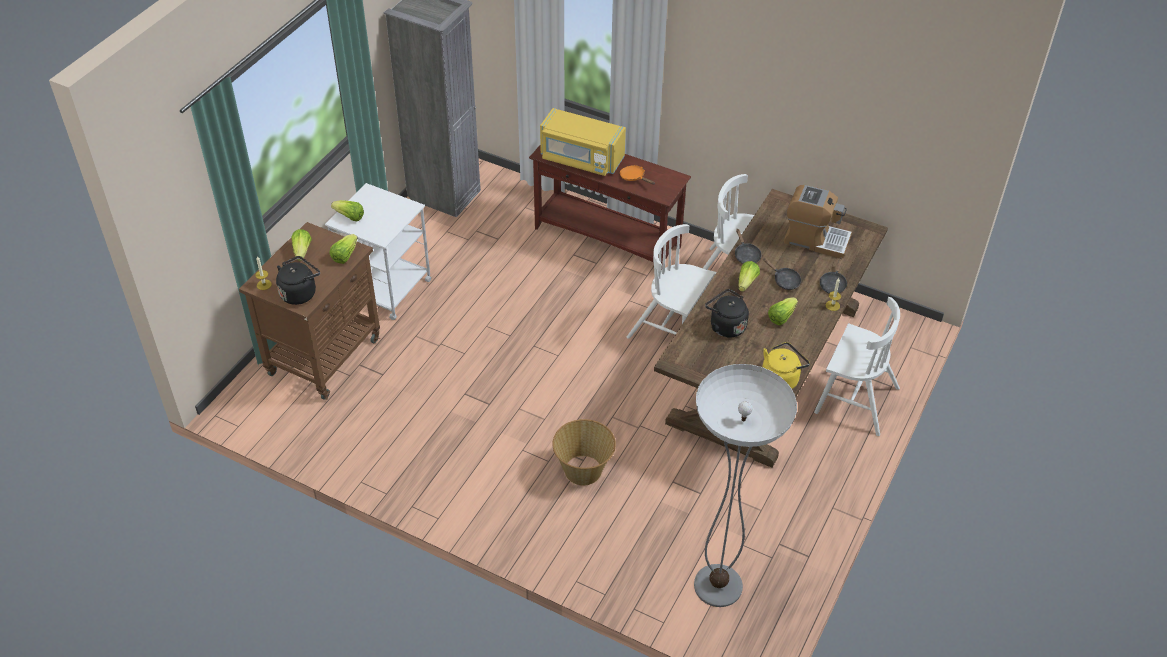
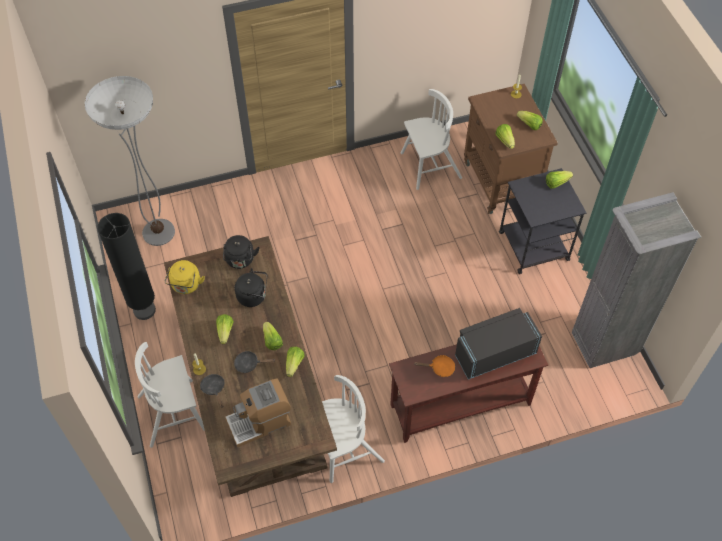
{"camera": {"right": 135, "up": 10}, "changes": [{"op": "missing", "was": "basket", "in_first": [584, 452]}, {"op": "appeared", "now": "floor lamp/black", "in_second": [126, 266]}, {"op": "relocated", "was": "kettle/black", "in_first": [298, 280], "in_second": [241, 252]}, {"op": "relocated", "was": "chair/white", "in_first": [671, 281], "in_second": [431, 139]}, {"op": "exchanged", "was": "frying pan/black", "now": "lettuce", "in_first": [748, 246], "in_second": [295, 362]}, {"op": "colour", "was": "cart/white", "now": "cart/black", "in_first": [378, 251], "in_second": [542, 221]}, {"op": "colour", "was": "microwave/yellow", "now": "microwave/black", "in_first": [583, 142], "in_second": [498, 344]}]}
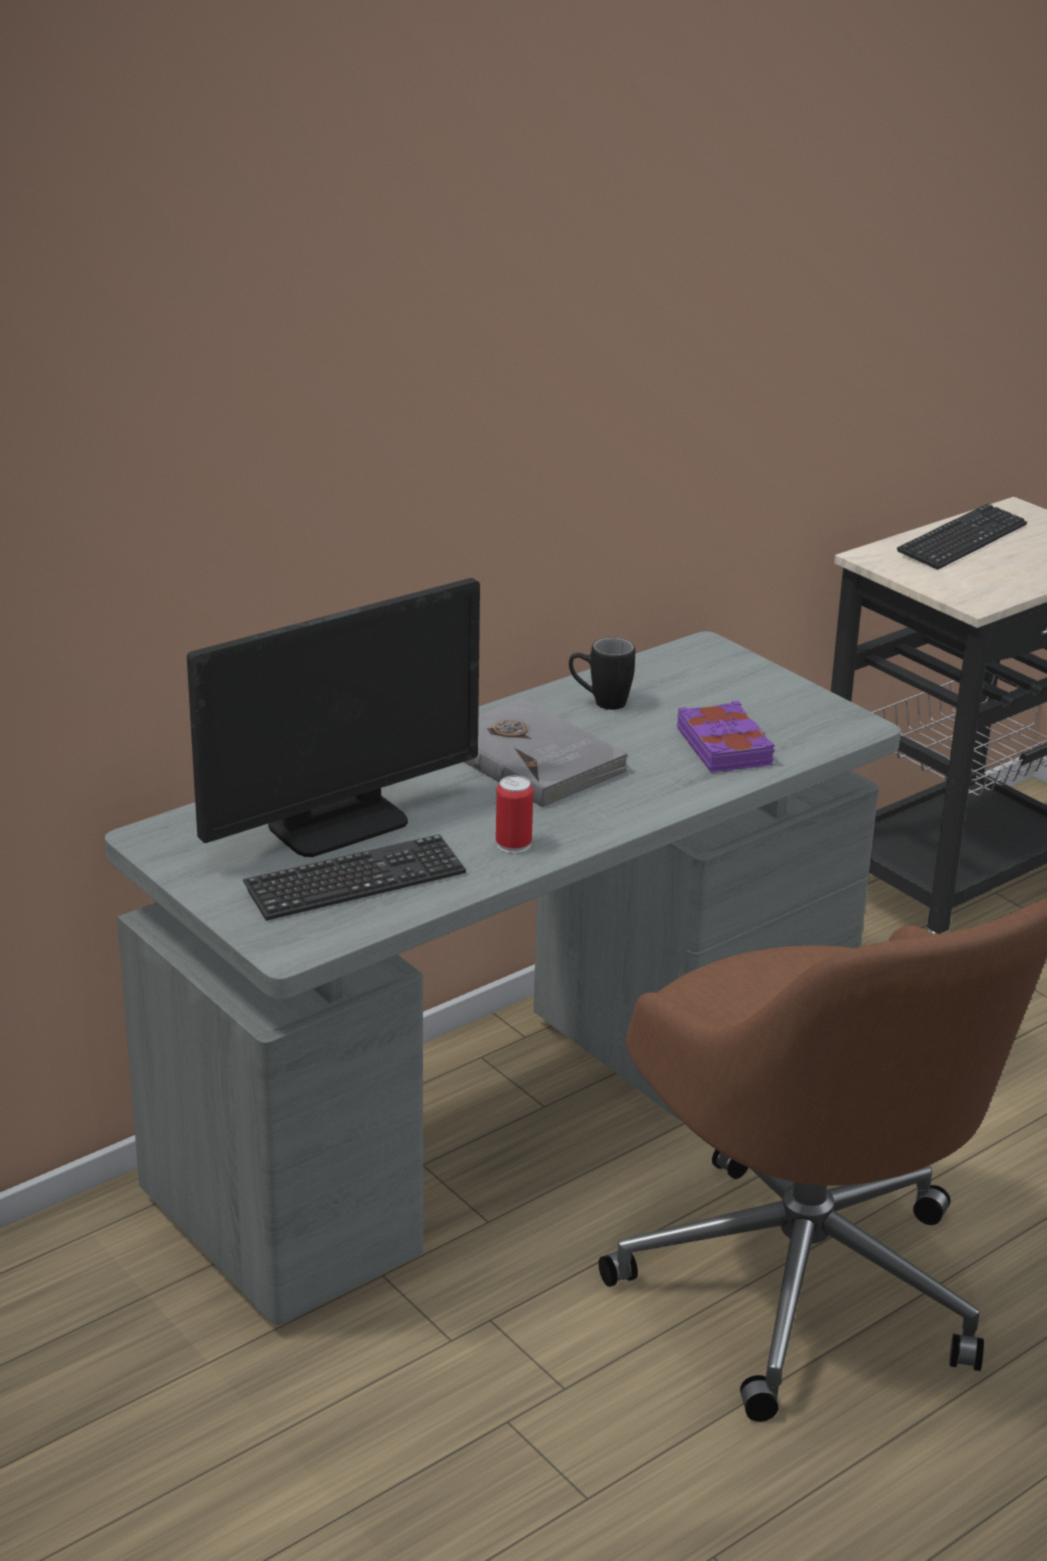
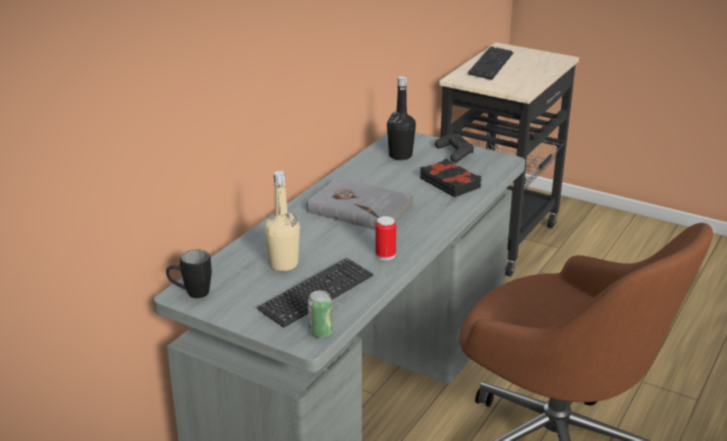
{"camera": {"right": -20, "up": 0}, "changes": [{"op": "appeared", "now": "can", "in_second": [320, 314]}, {"op": "appeared", "now": "bottle/black", "in_second": [401, 118]}, {"op": "appeared", "now": "game controller/black", "in_second": [454, 148]}, {"op": "relocated", "was": "mug/black", "in_first": [602, 674], "in_second": [189, 273]}, {"op": "exchanged", "was": "monitor", "now": "bottle/beige", "in_first": [333, 717], "in_second": [282, 221]}, {"op": "colour", "was": "book/purple", "now": "book/black", "in_first": [726, 737], "in_second": [450, 177]}]}
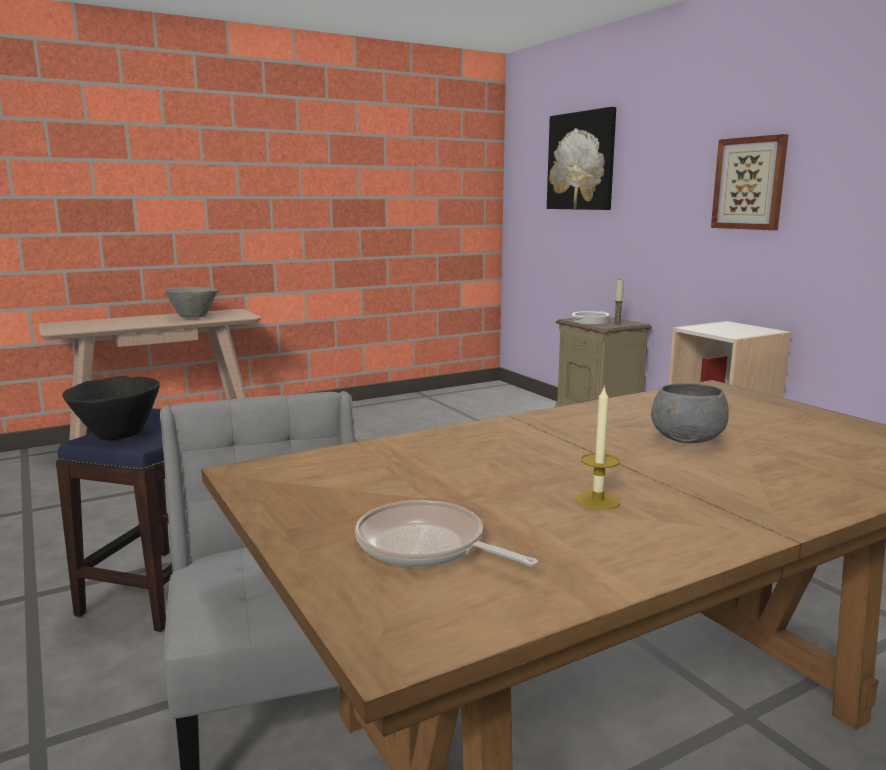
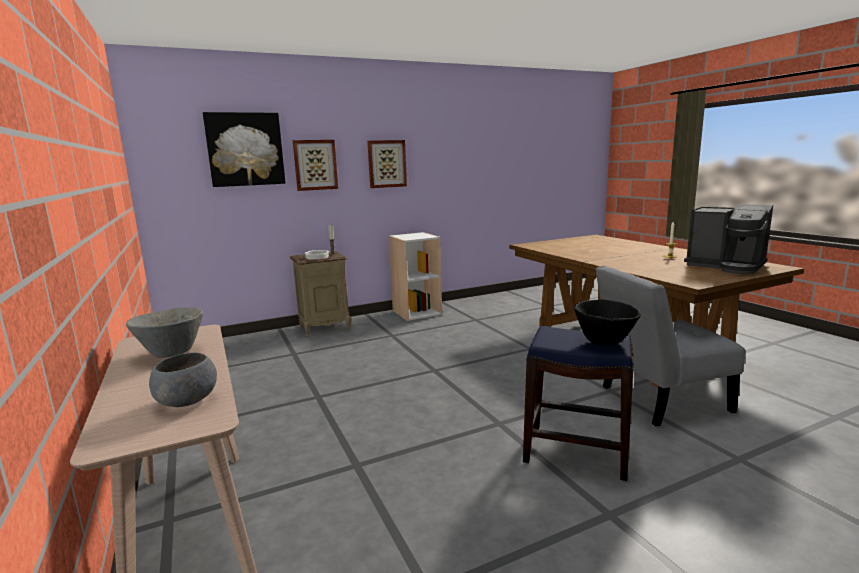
{"camera": {"right": -85, "up": 0}, "changes": [{"op": "appeared", "now": "picture", "in_second": [315, 165]}, {"op": "relocated", "was": "bowl/grey", "in_first": [690, 413], "in_second": [183, 379]}, {"op": "exchanged", "was": "frying pan", "now": "coffee machine", "in_first": [446, 533], "in_second": [728, 239]}]}
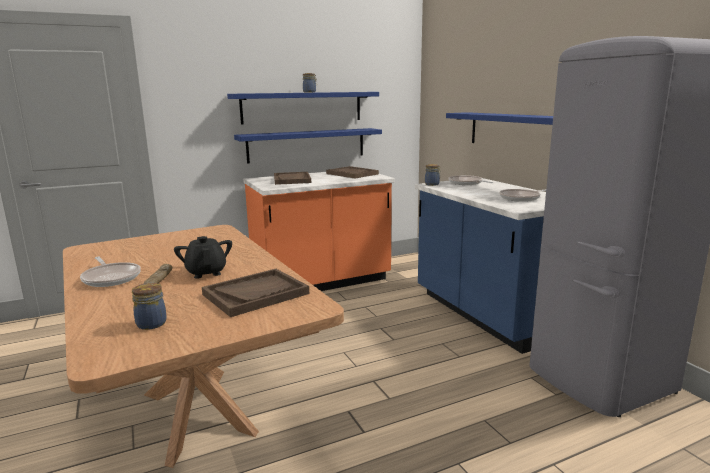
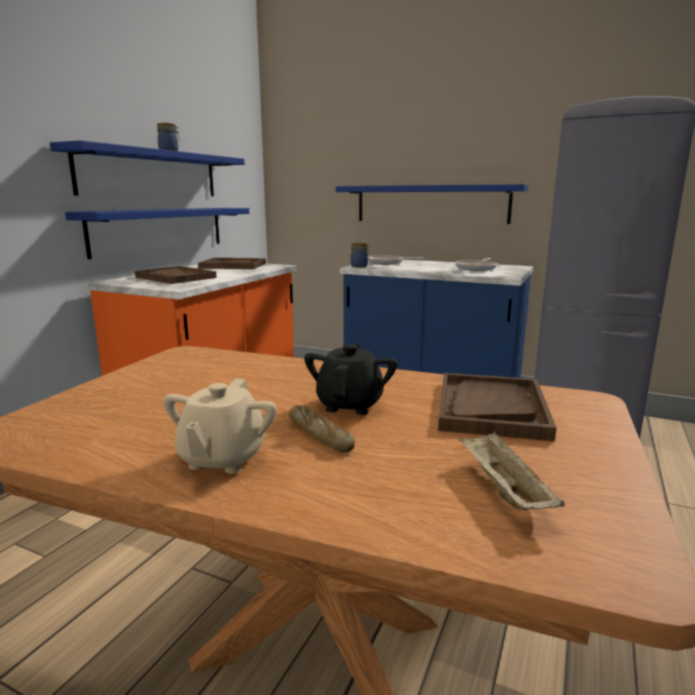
{"camera": {"right": -40, "up": 0}, "changes": [{"op": "exchanged", "was": "frying pan", "now": "teapot/beige", "in_first": [110, 272], "in_second": [220, 426]}, {"op": "exchanged", "was": "jar", "now": "tray/beige", "in_first": [149, 306], "in_second": [512, 471]}, {"op": "spun", "was": "teapot/black", "in_first": [203, 257], "in_second": [351, 379], "clockwise": 75}]}
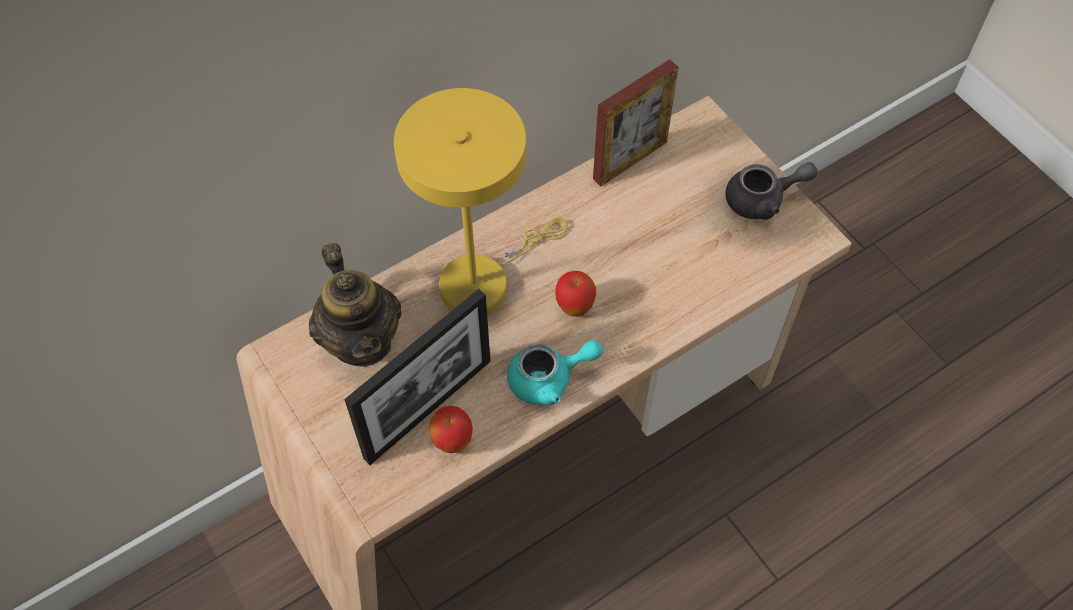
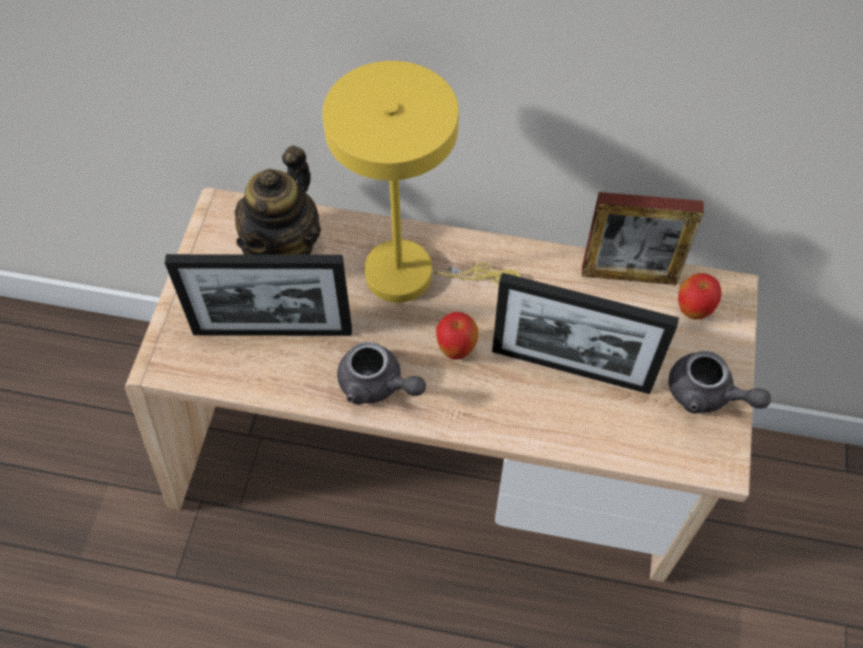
{"camera": {"right": 45, "up": 0}, "changes": [{"op": "appeared", "now": "picture frame", "in_second": [585, 333]}, {"op": "relocated", "was": "apple", "in_first": [450, 429], "in_second": [700, 296]}, {"op": "colour", "was": "teapot/turquoise", "now": "teapot/grey", "in_first": [555, 372], "in_second": [381, 373]}]}
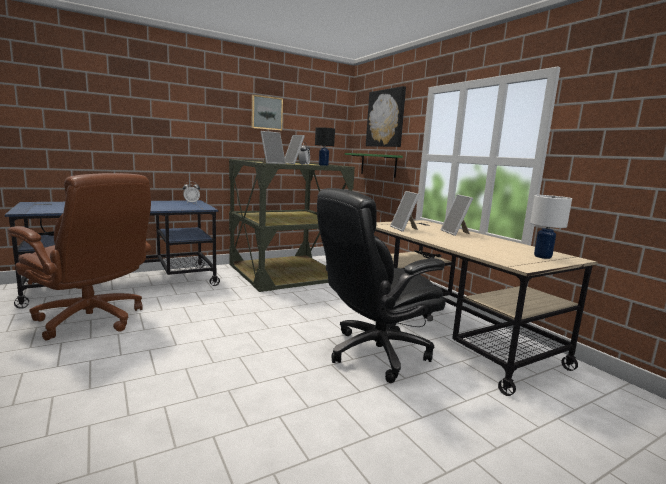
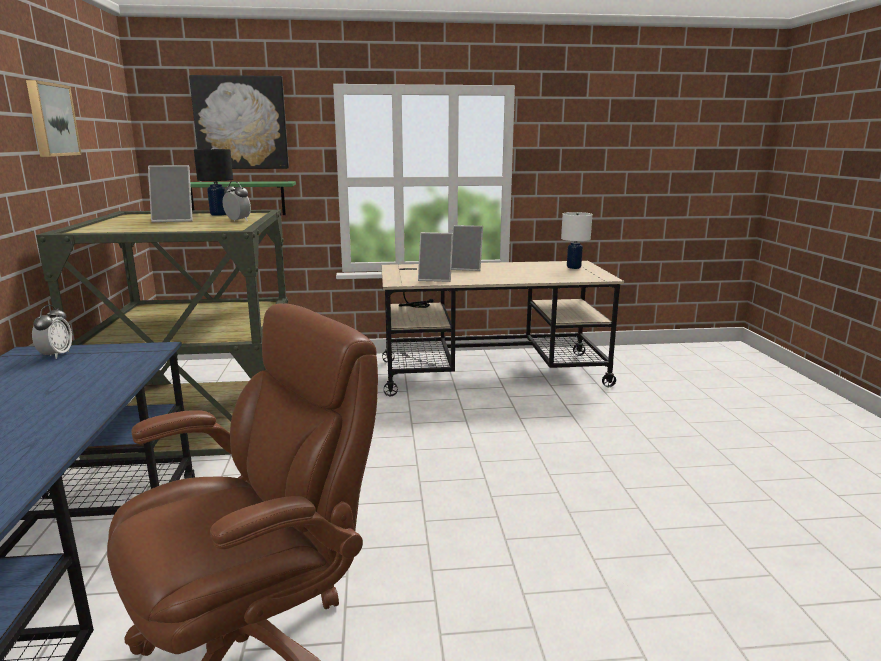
{"camera": {"right": -65, "up": 5}, "changes": [{"op": "missing", "was": "picture frame", "in_first": [273, 147]}, {"op": "missing", "was": "office chair/black", "in_first": [381, 285]}]}
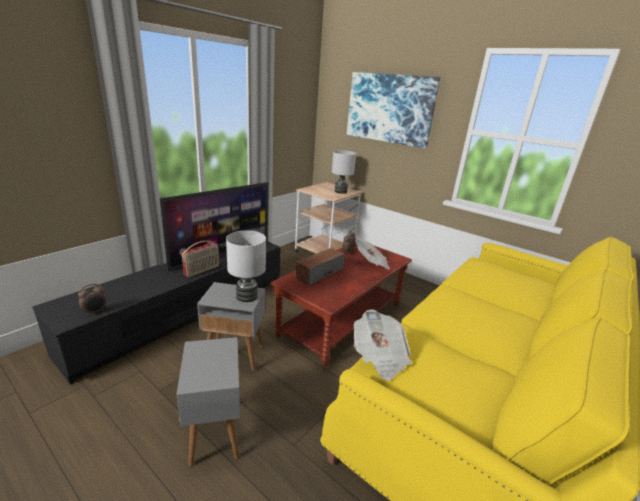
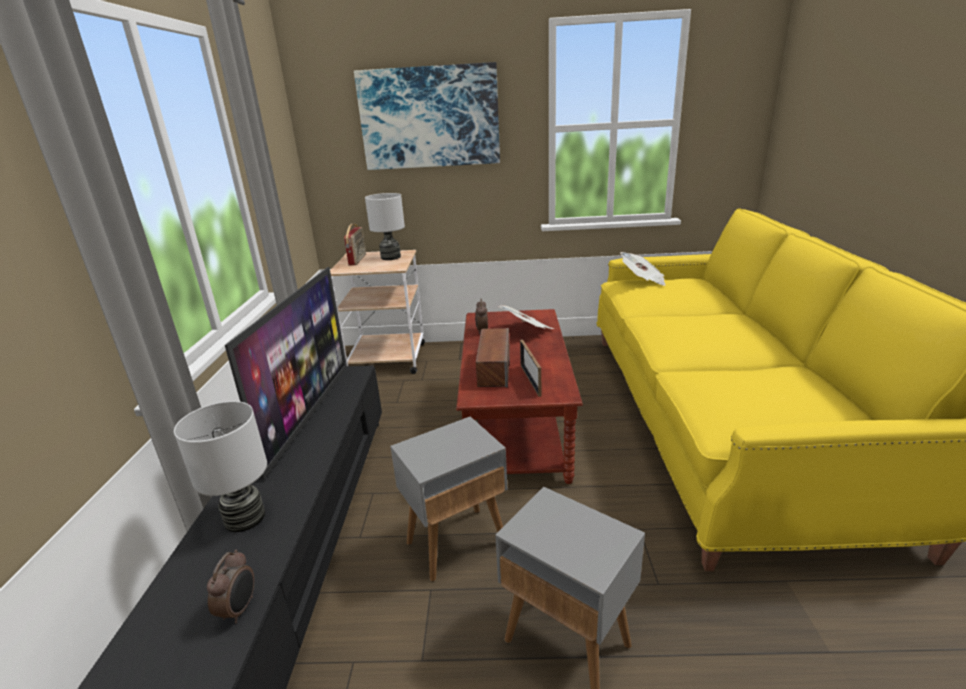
{"camera": {"right": -35, "up": 0}, "changes": [{"op": "appeared", "now": "picture frame", "in_second": [530, 368]}, {"op": "relocated", "was": "radio", "in_first": [200, 259], "in_second": [355, 245]}, {"op": "relocated", "was": "table lamp/grey", "in_first": [246, 266], "in_second": [220, 466]}, {"op": "relocated", "was": "newspaper", "in_first": [382, 345], "in_second": [642, 269]}]}
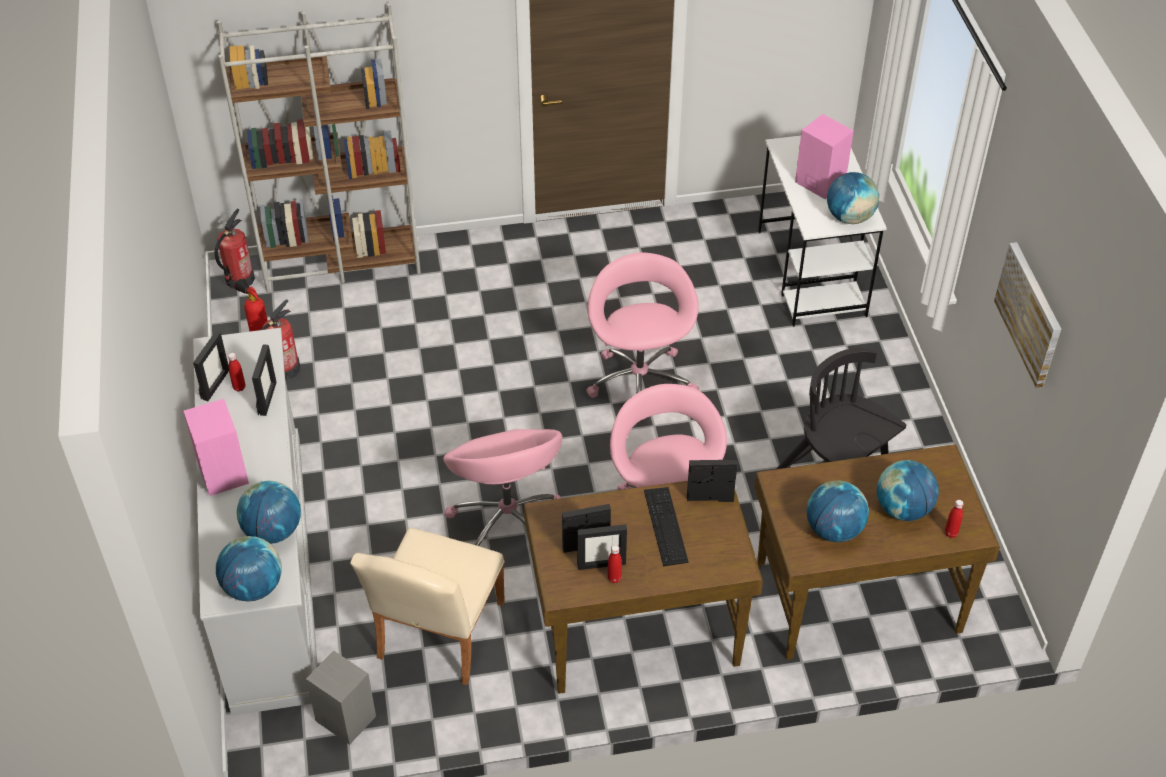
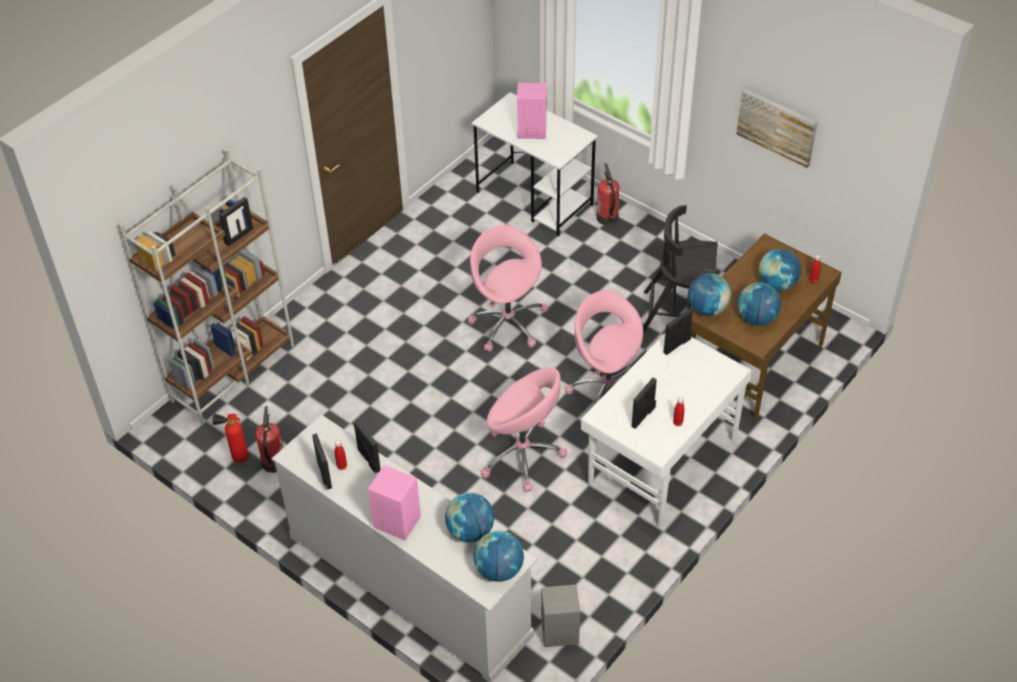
{"camera": {"right": -40, "up": 0}, "changes": [{"op": "missing", "was": "chair/beige", "in_first": [427, 606]}, {"op": "missing", "was": "keyboard", "in_first": [666, 526]}, {"op": "relocated", "was": "fire extinguisher", "in_first": [234, 249], "in_second": [607, 194]}, {"op": "relocated", "was": "picture frame", "in_first": [602, 547], "in_second": [236, 221]}, {"op": "relocated", "was": "globe", "in_first": [853, 198], "in_second": [709, 294]}, {"op": "colour", "was": "desk/brown", "now": "desk/white", "in_first": [643, 587], "in_second": [666, 431]}]}
